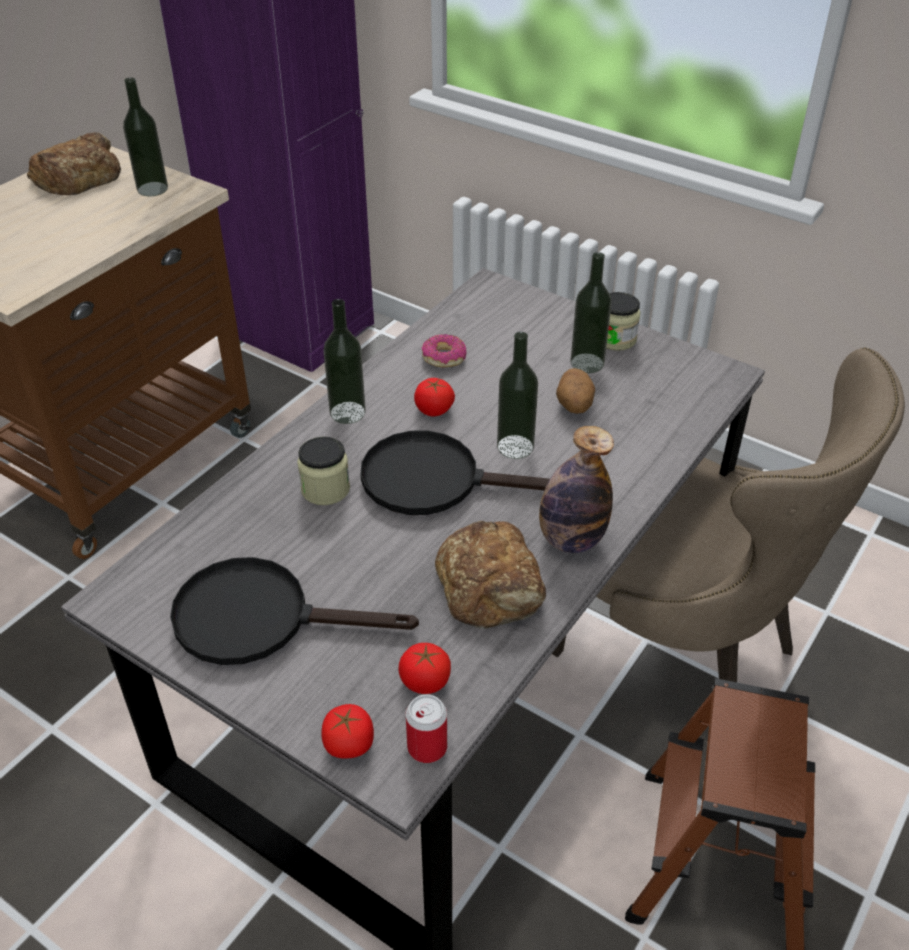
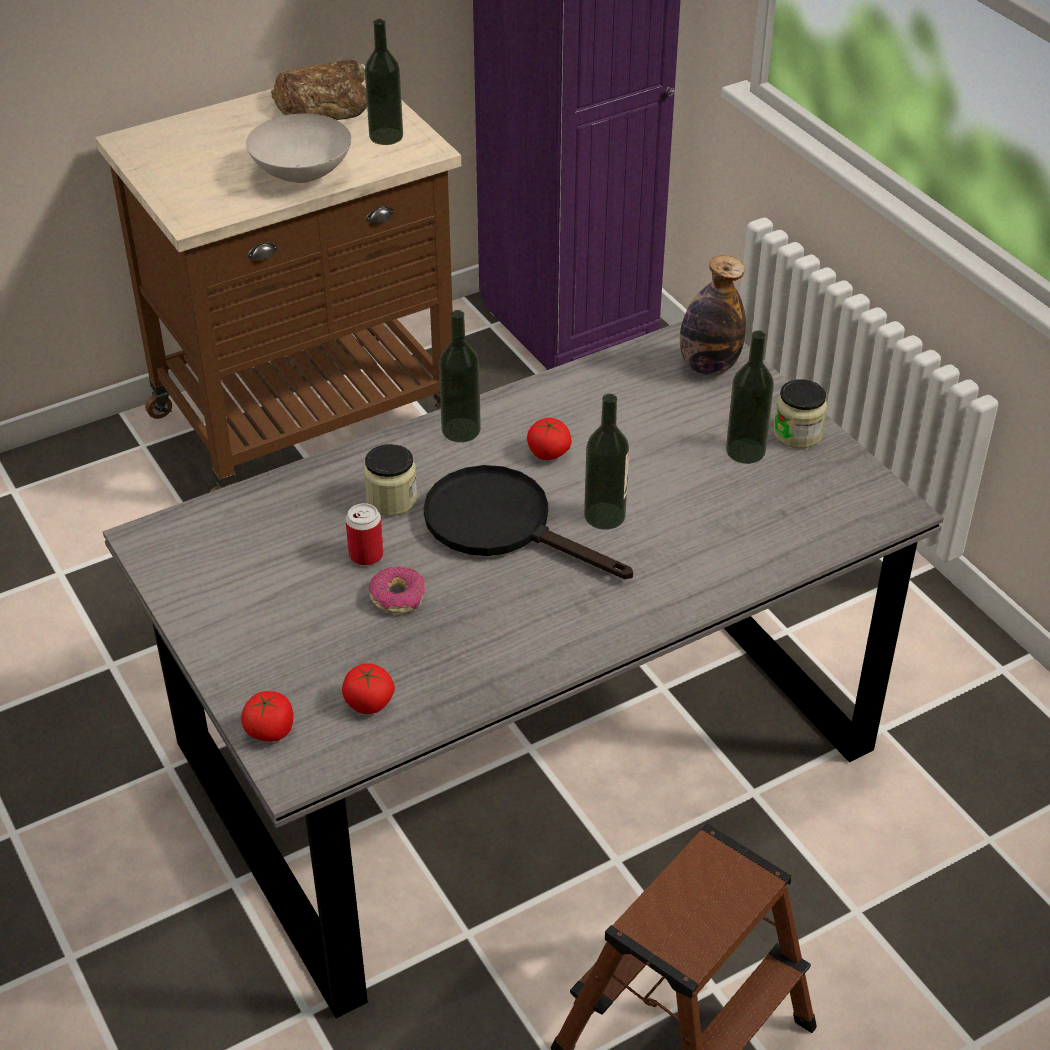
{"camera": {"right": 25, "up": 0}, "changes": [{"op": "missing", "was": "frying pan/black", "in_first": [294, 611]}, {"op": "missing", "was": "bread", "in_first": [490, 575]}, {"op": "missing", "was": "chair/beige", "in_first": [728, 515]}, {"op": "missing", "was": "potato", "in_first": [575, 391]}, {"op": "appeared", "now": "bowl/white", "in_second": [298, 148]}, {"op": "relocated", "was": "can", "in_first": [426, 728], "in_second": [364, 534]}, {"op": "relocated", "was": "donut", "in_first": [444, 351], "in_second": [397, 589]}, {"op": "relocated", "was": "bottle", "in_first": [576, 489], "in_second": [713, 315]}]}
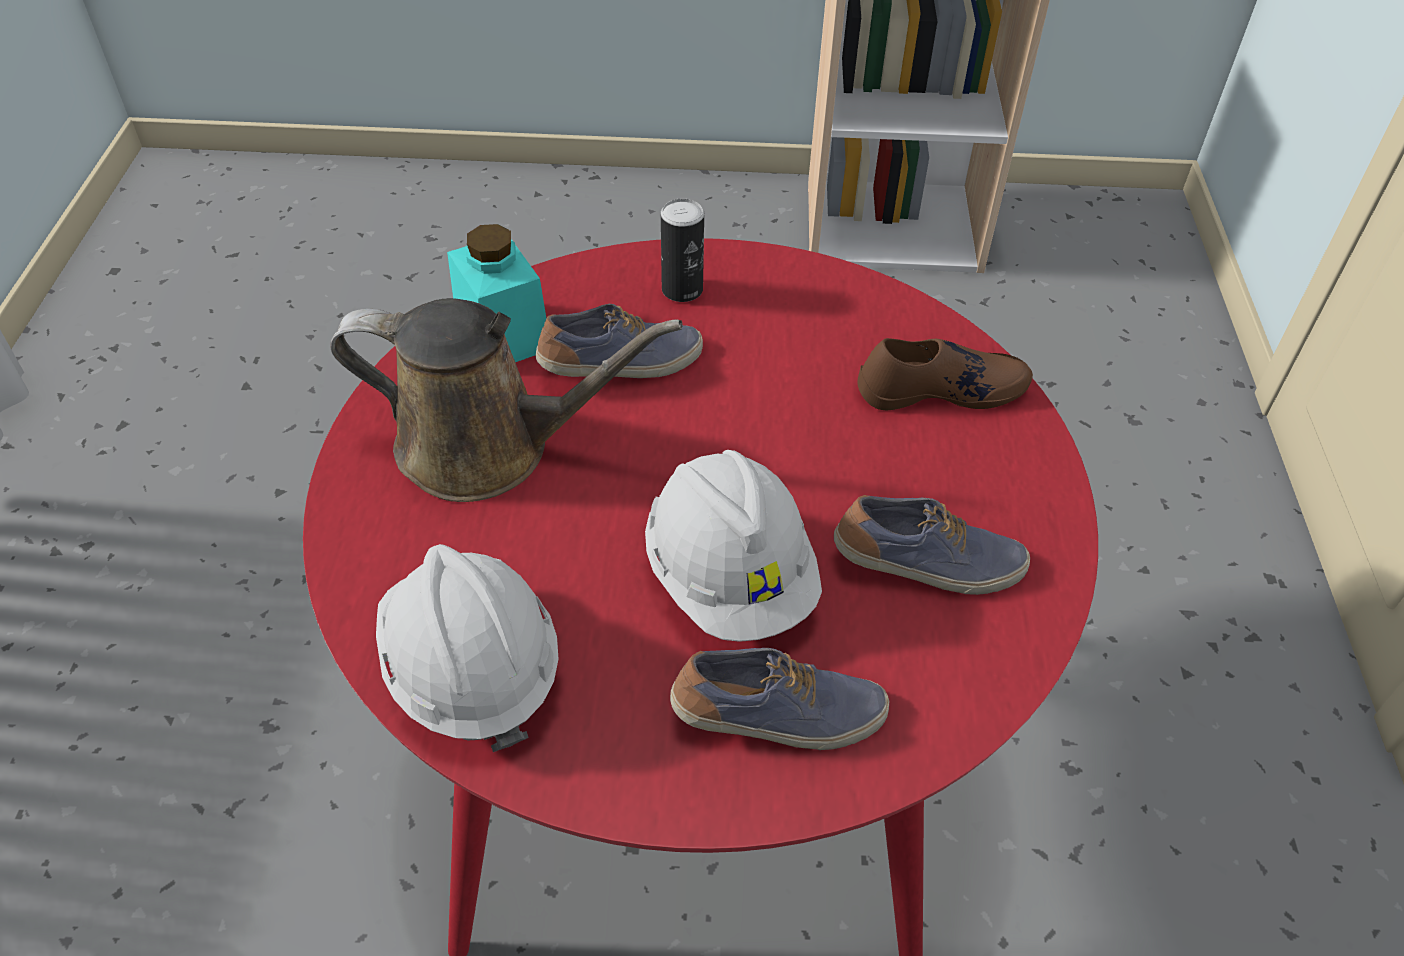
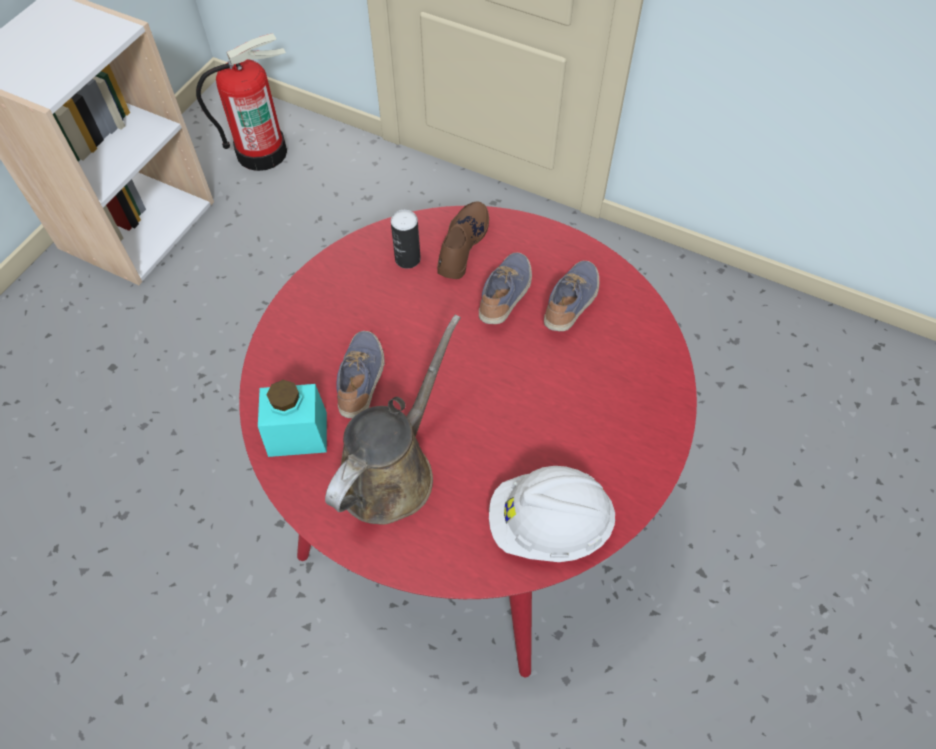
{"camera": {"right": -65, "up": 10}, "changes": [{"op": "missing", "was": "hard hat/white", "in_first": [733, 546]}, {"op": "appeared", "now": "fire extinguisher", "in_second": [241, 102]}, {"op": "relocated", "was": "can", "in_first": [682, 250], "in_second": [406, 239]}, {"op": "relocated", "was": "shoe", "in_first": [779, 699], "in_second": [505, 288]}]}
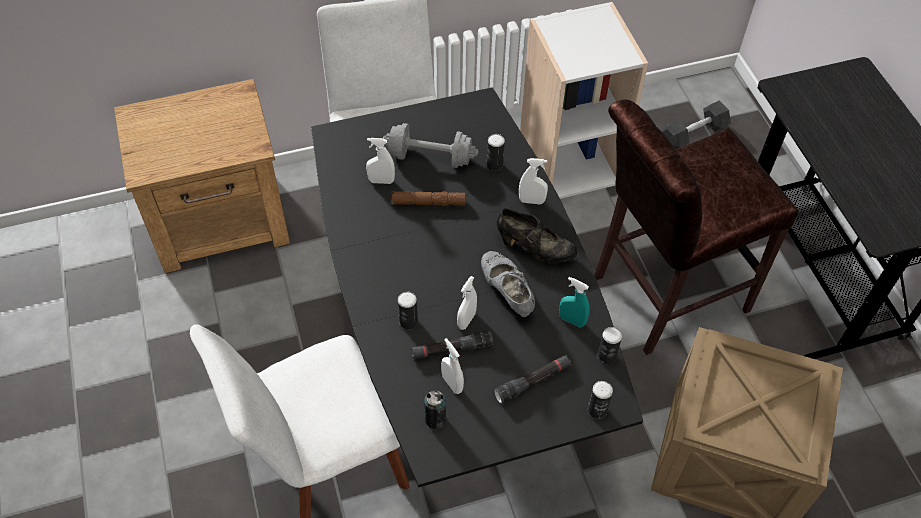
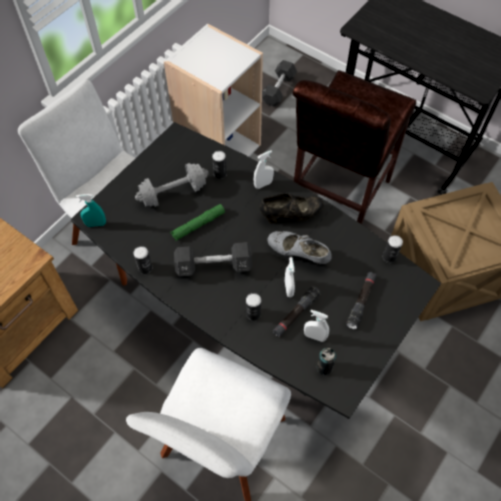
{"camera": {"right": -35, "up": 5}, "changes": [{"op": "missing", "was": "spray bottle/white", "in_first": [380, 161]}, {"op": "appeared", "now": "dumbbell/black", "in_second": [213, 259]}, {"op": "relocated", "was": "spray bottle/turquoise", "in_first": [574, 302], "in_second": [91, 210]}, {"op": "relocated", "was": "can", "in_first": [600, 400], "in_second": [143, 260]}, {"op": "colour", "was": "flashlight/brown", "now": "flashlight/green", "in_first": [428, 198], "in_second": [197, 222]}]}
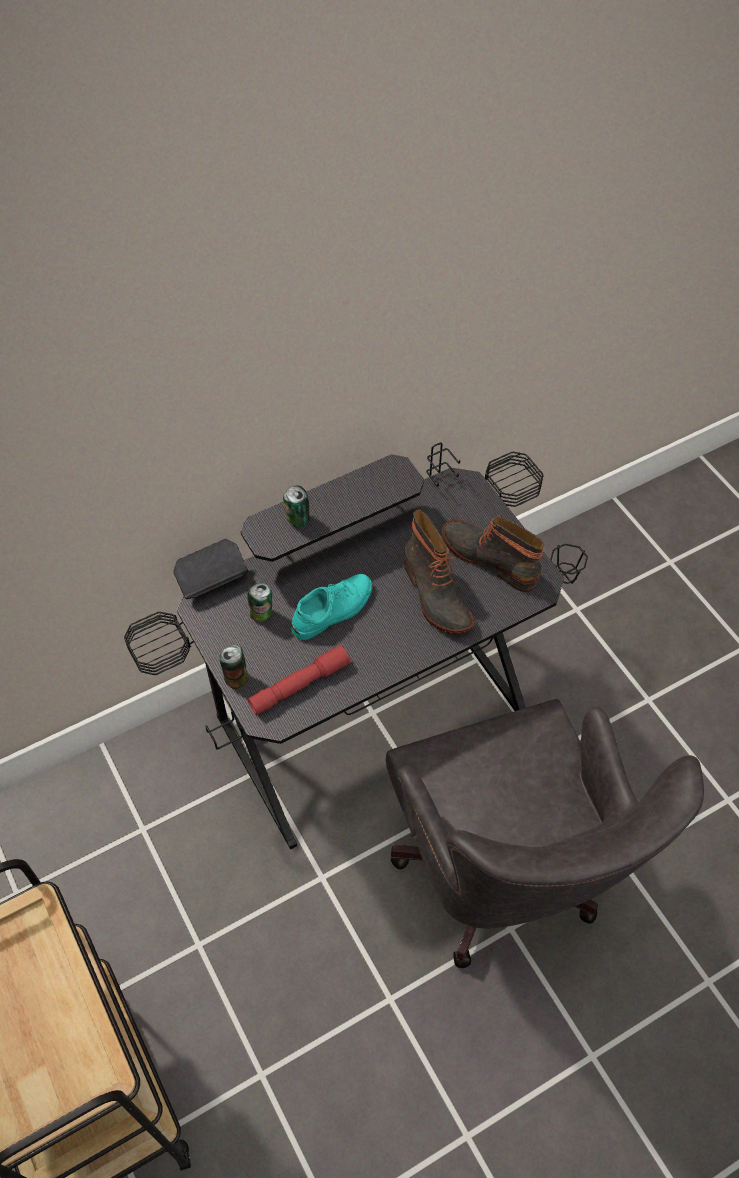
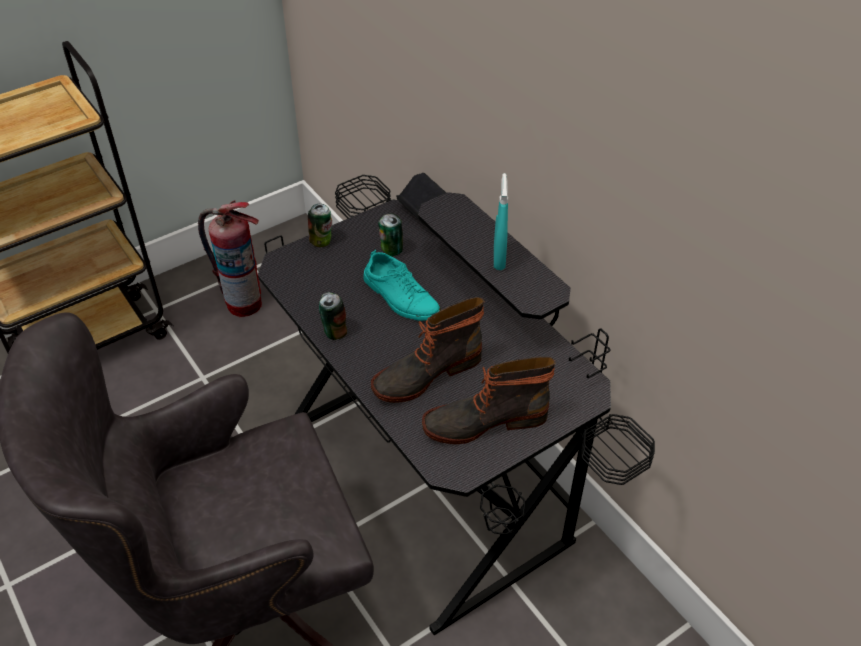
{"camera": {"right": 85, "up": -10}, "changes": [{"op": "missing", "was": "flashlight/red", "in_first": [299, 680]}, {"op": "appeared", "now": "fire extinguisher", "in_second": [230, 258]}, {"op": "appeared", "now": "spray bottle/turquoise", "in_second": [501, 221]}, {"op": "relocated", "was": "can", "in_first": [296, 506], "in_second": [333, 316]}, {"op": "spun", "was": "boot", "in_first": [492, 553], "in_second": [488, 400], "clockwise": -135}]}
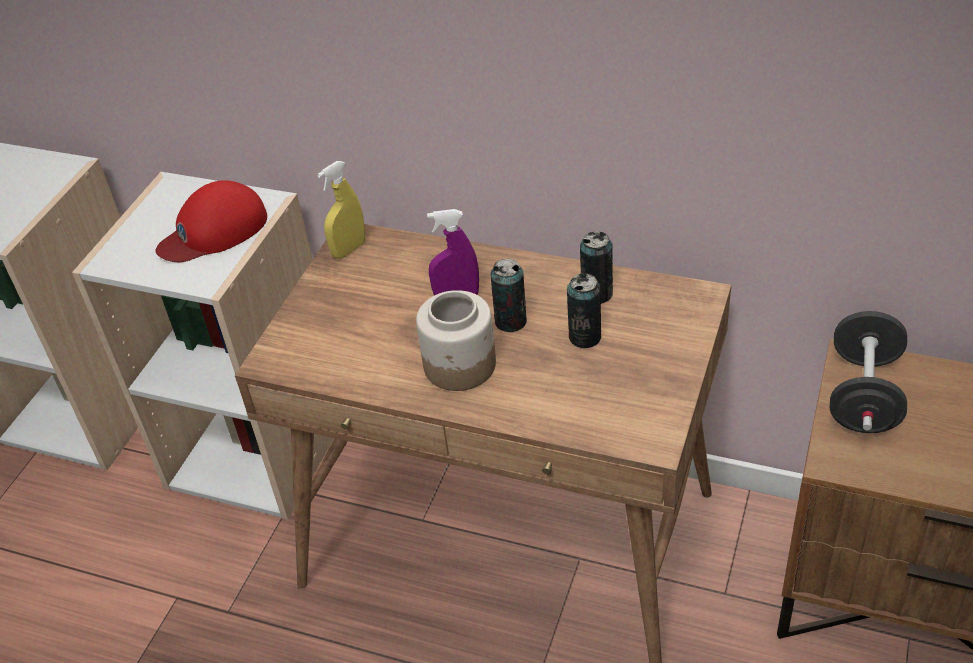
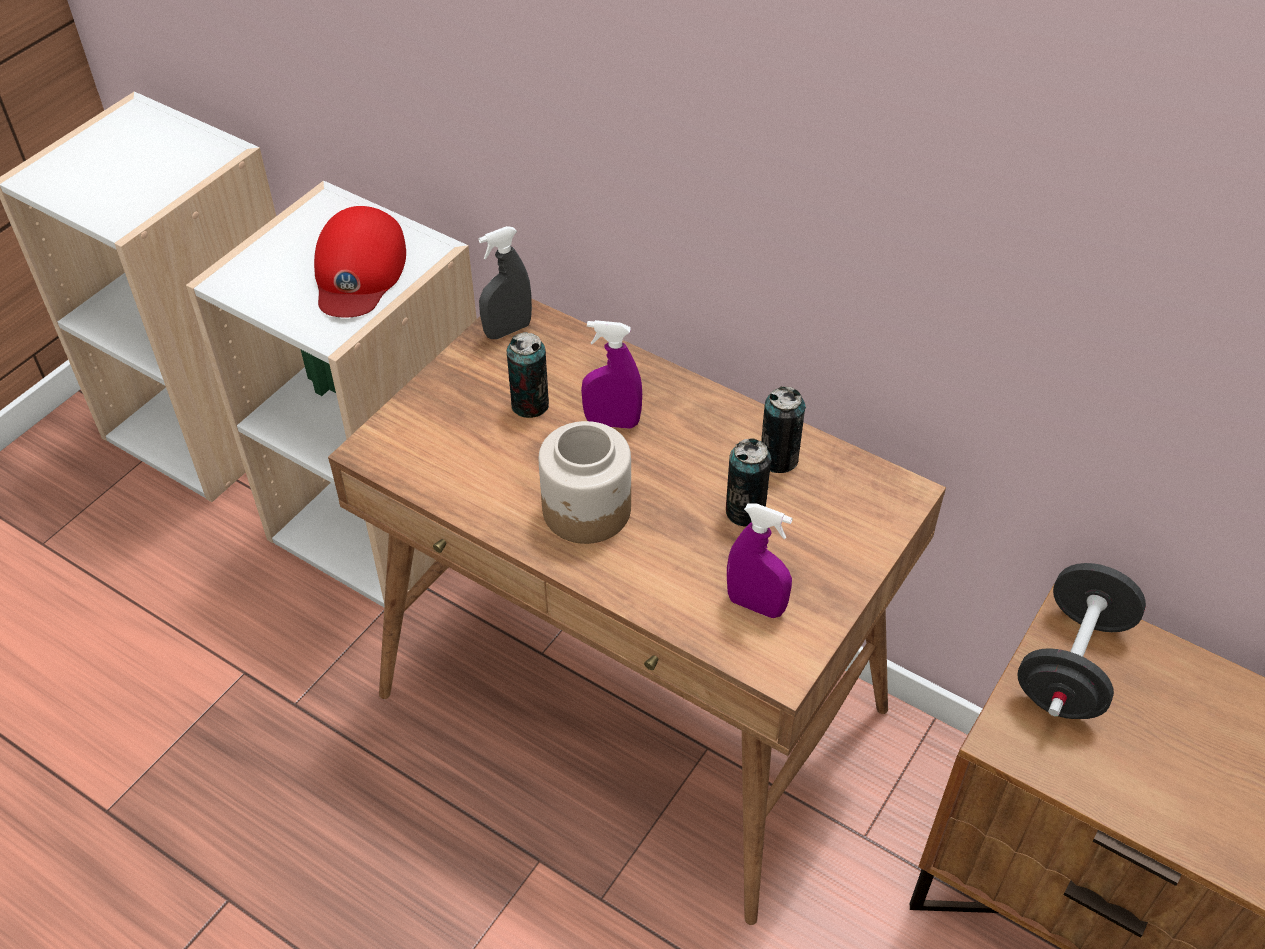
{"camera": {"right": 10, "up": 5}, "changes": [{"op": "appeared", "now": "spray bottle/purple", "in_second": [760, 560]}, {"op": "relocated", "was": "can", "in_first": [509, 295], "in_second": [528, 375]}, {"op": "colour", "was": "spray bottle/yellow", "now": "spray bottle/grey", "in_first": [341, 210], "in_second": [505, 282]}, {"op": "spun", "was": "cap/red", "in_first": [211, 221], "in_second": [360, 261], "clockwise": -60}]}
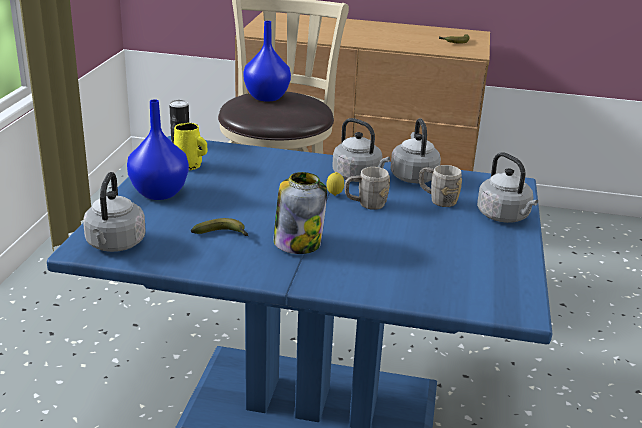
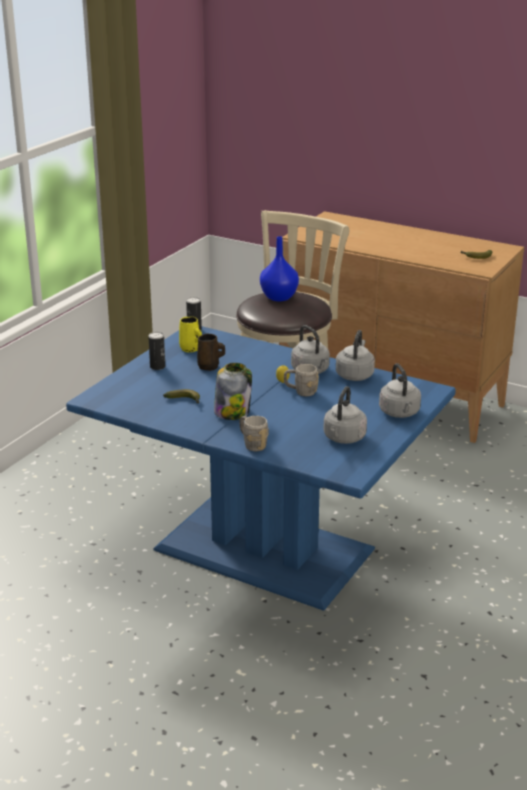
{"camera": {"right": 20, "up": 0}, "changes": [{"op": "appeared", "now": "mug/brown", "in_second": [211, 352]}, {"op": "relocated", "was": "kettle/grey", "in_first": [114, 212], "in_second": [345, 415]}, {"op": "relocated", "was": "mug/grey", "in_first": [440, 186], "in_second": [254, 433]}, {"op": "exchanged", "was": "vase/blue", "now": "can", "in_first": [158, 149], "in_second": [156, 351]}]}
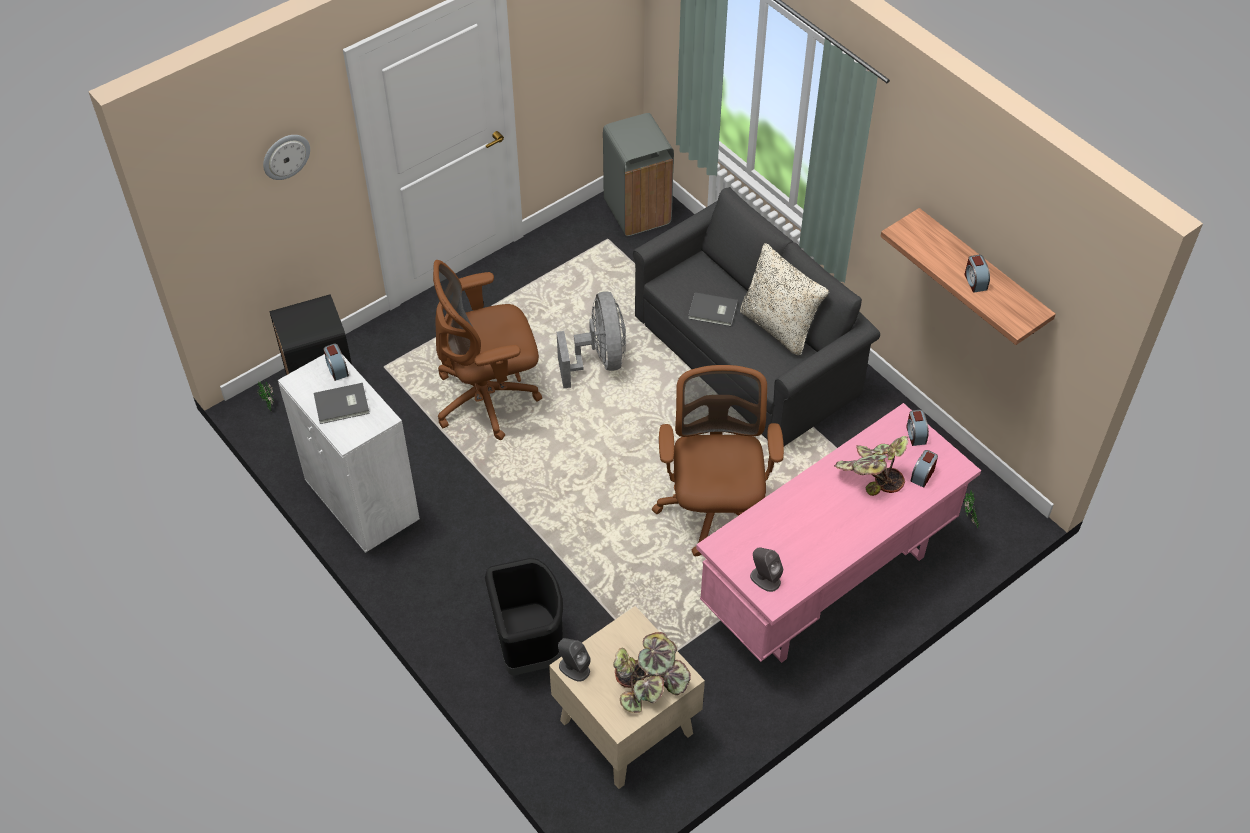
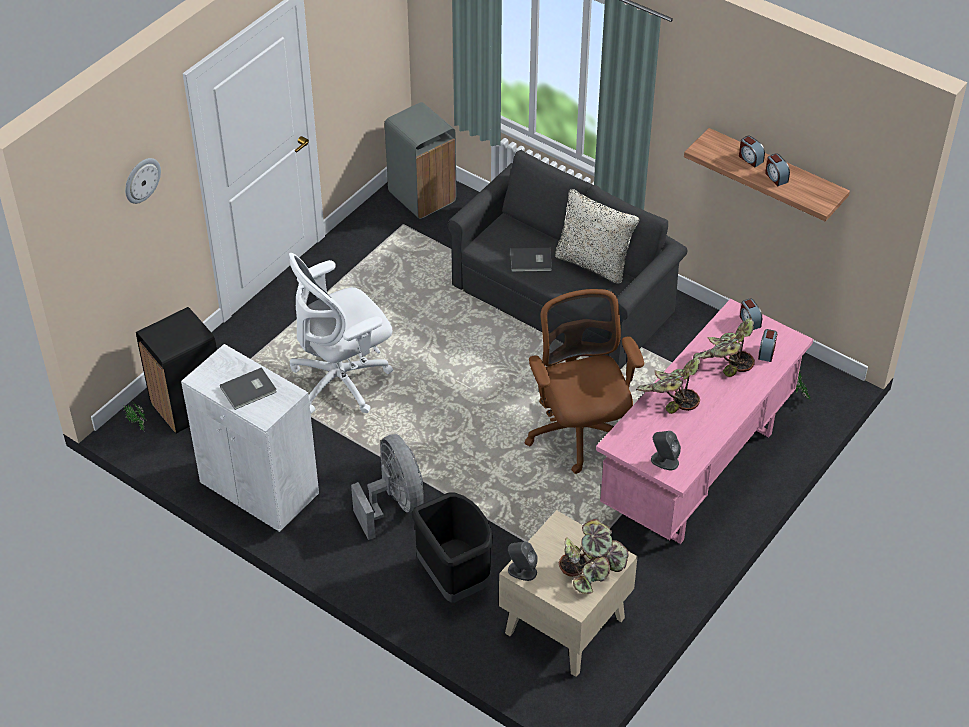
{"camera": {"right": -15, "up": -5}, "changes": [{"op": "appeared", "now": "potted plant", "in_second": [668, 385]}, {"op": "relocated", "was": "alarm clock", "in_first": [336, 362], "in_second": [752, 151]}, {"op": "relocated", "was": "fan/grey", "in_first": [591, 340], "in_second": [387, 487]}, {"op": "colour", "was": "office chair/brown", "now": "office chair/white", "in_first": [487, 350], "in_second": [341, 333]}]}
